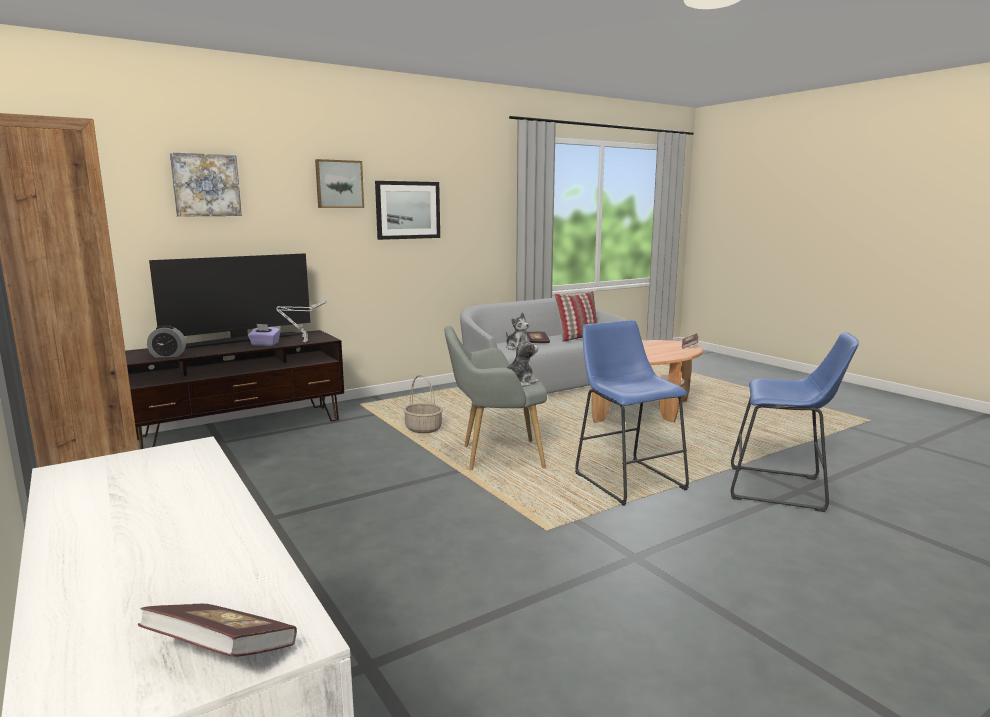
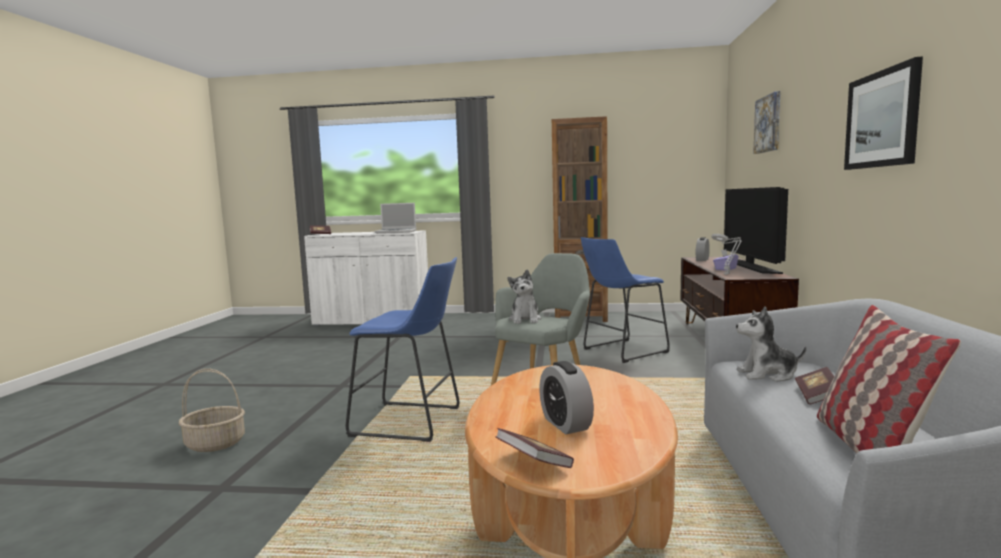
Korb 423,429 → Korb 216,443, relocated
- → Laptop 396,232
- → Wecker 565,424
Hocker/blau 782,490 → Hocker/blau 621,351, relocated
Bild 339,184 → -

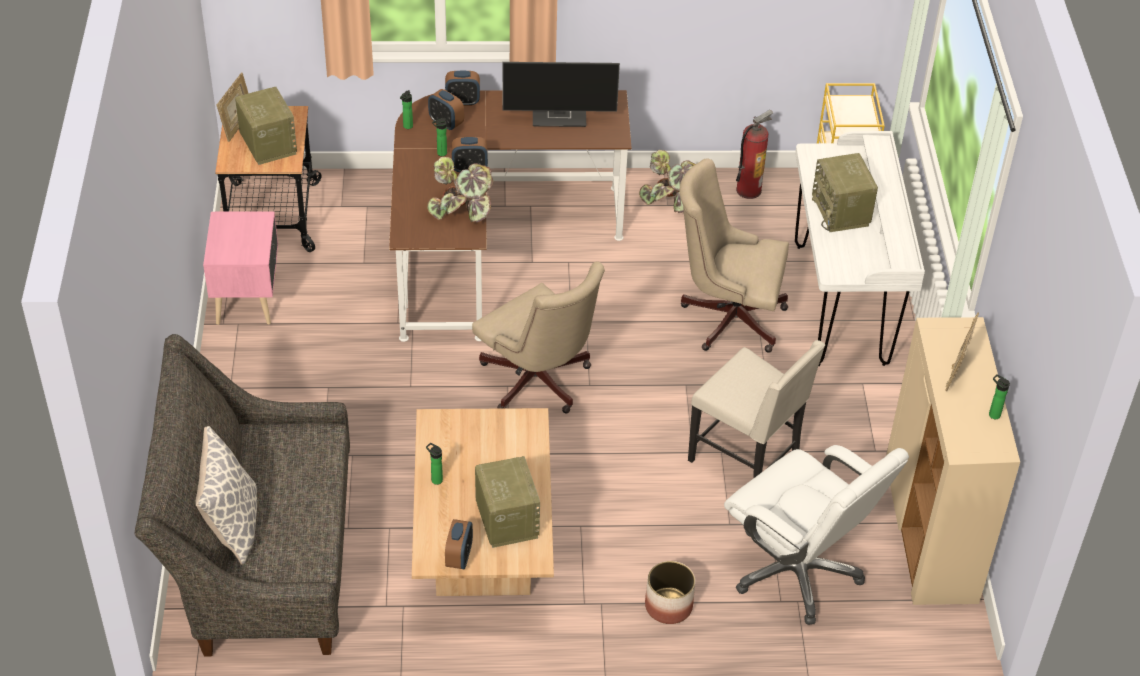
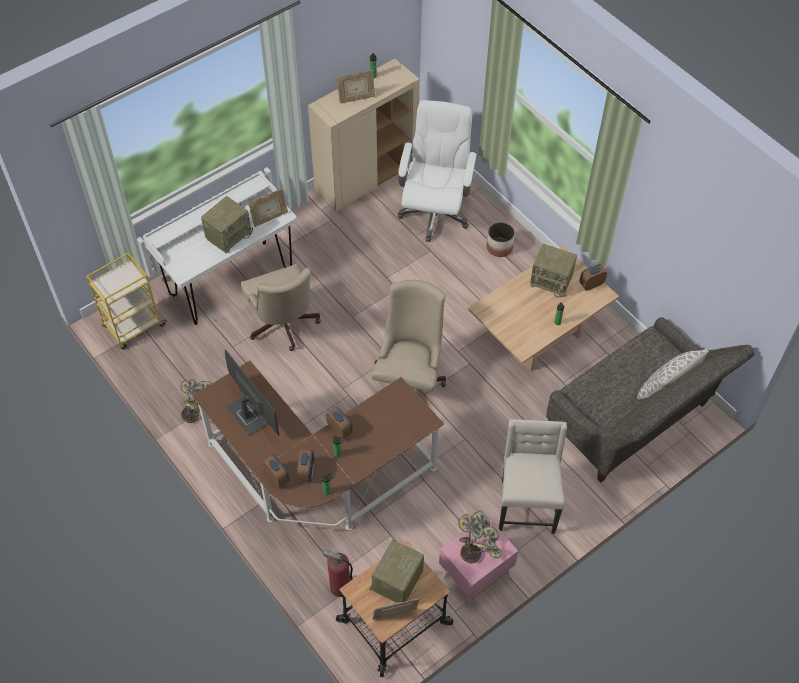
- → Bilderrahmen 269,218
Feuerlöscher 748,190 → Feuerlöscher 340,587, relocated
Topfpflanze 463,210 → Topfpflanze 478,543, relocated
Stuhl/beige 746,459 → Stuhl/beige 526,504, relocated
Radio 506,519 → Radio 552,280, 105 degrees counterclockwise

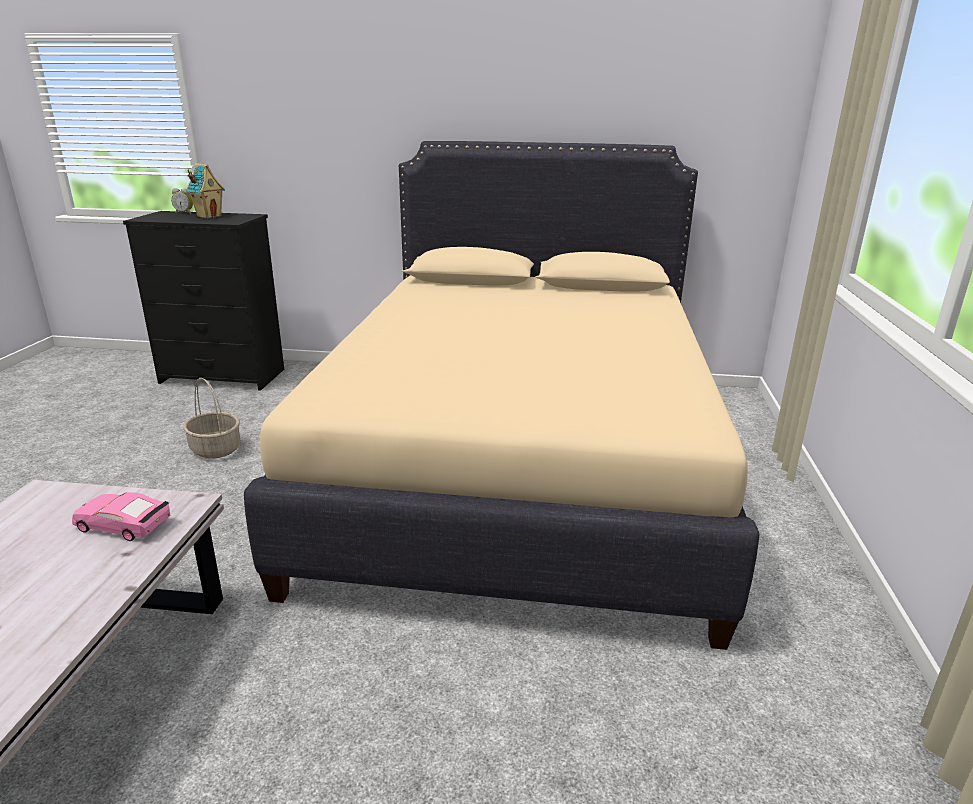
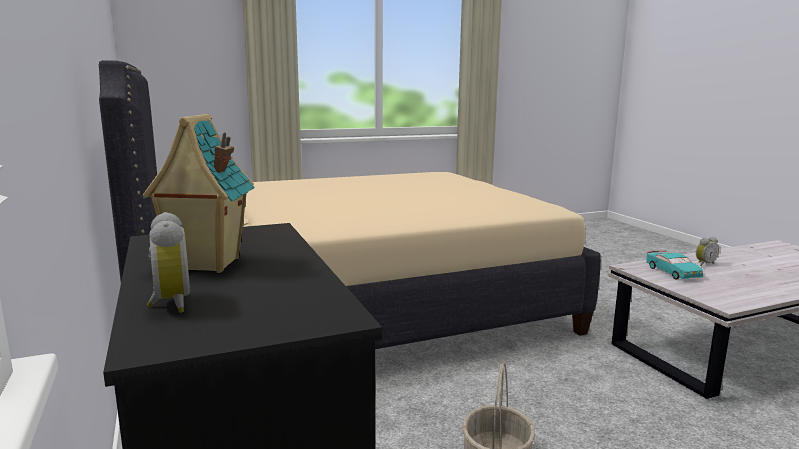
Spielzeugauto/rosa 124,525 → Spielzeugauto/türkis 672,272
- → Wecker 704,264

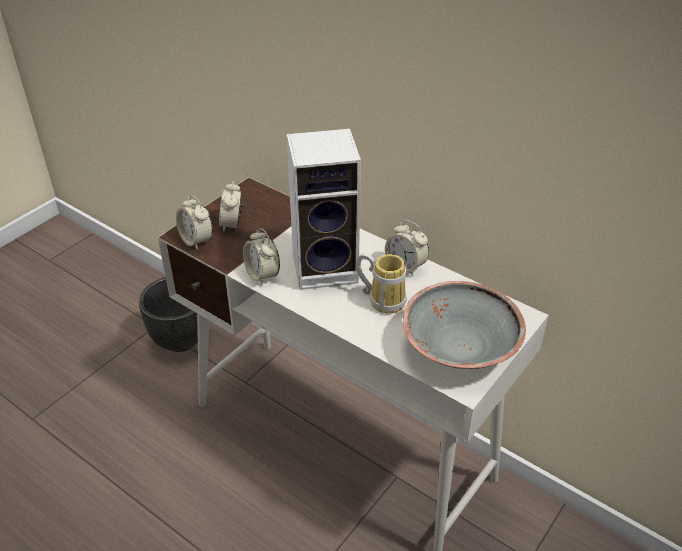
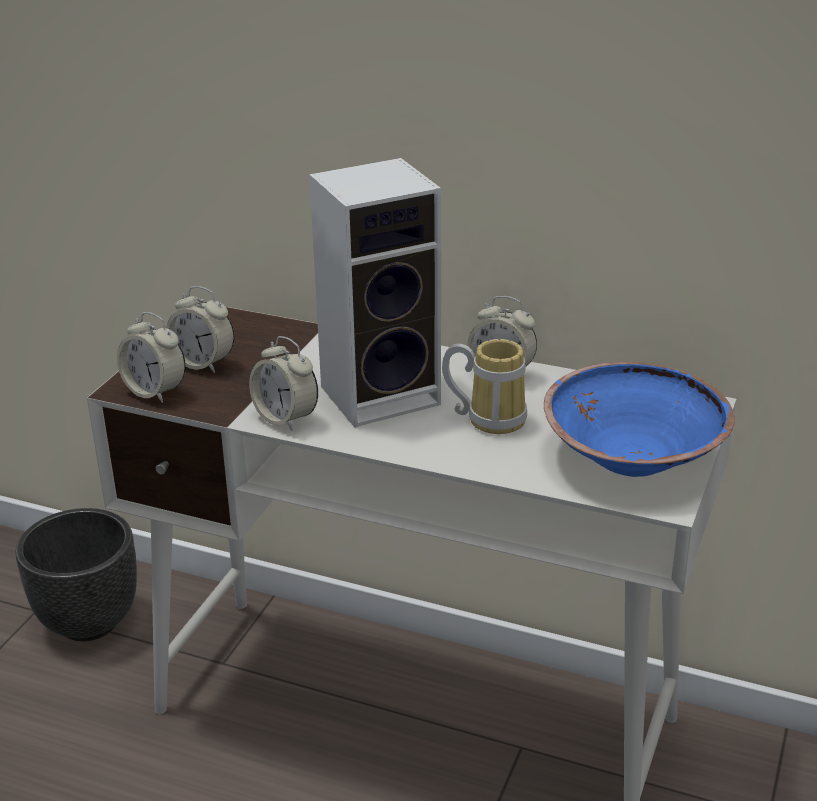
Wecker 232,224 → Wecker 203,363, 45 degrees counterclockwise
Schüssel/grau 460,347 → Schüssel/blau 633,456

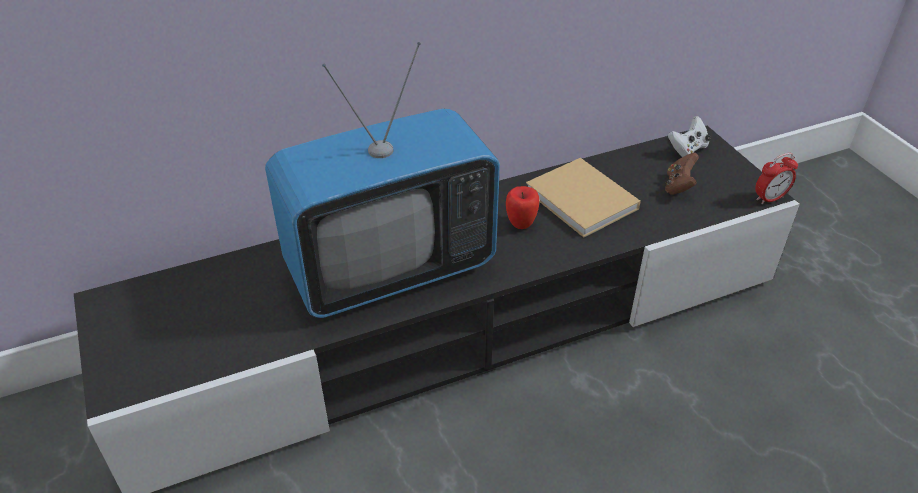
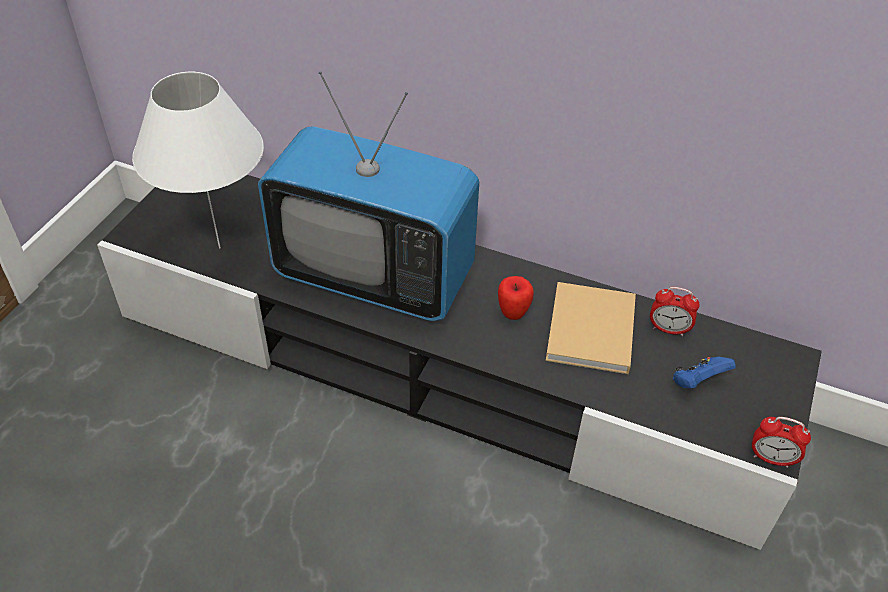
- → Tischlampe/weiß 219,248
- → Wecker 668,329
Gamepad/braun 678,186 → Gamepad/blau 697,382
Gamepad/weiß 687,149 → -

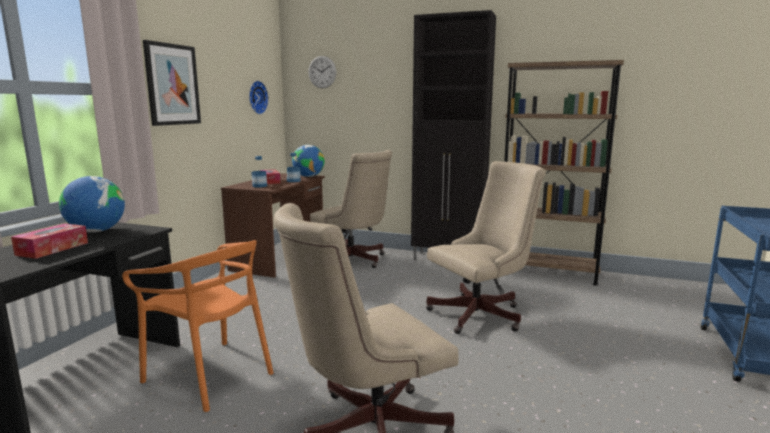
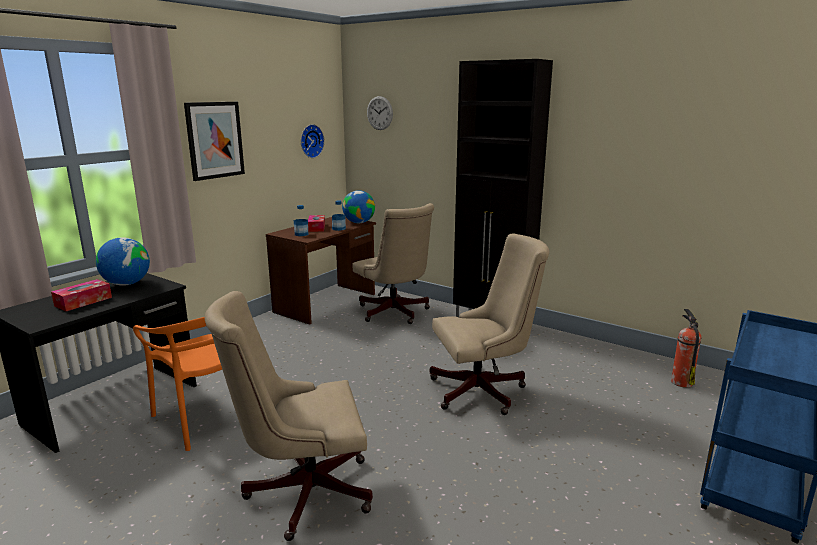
- → Feuerlöscher 681,382
Bücherregal/braun 546,272 → -

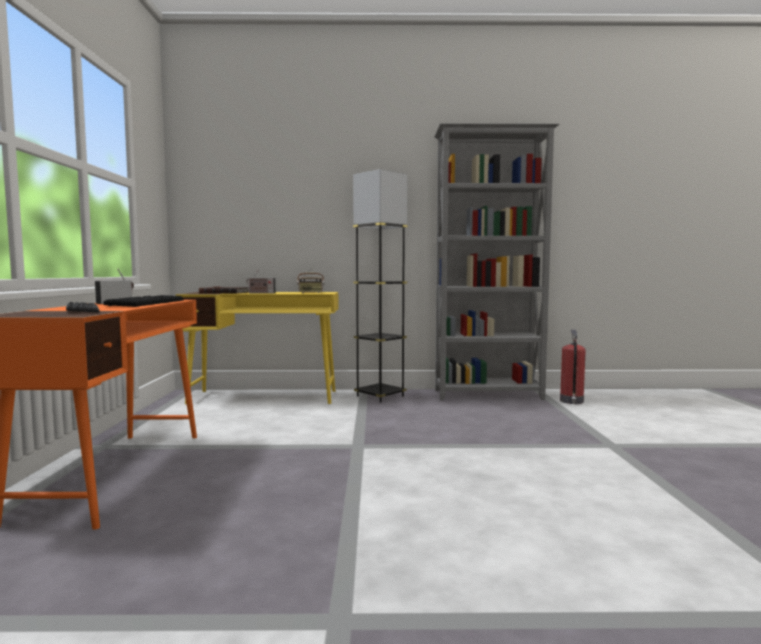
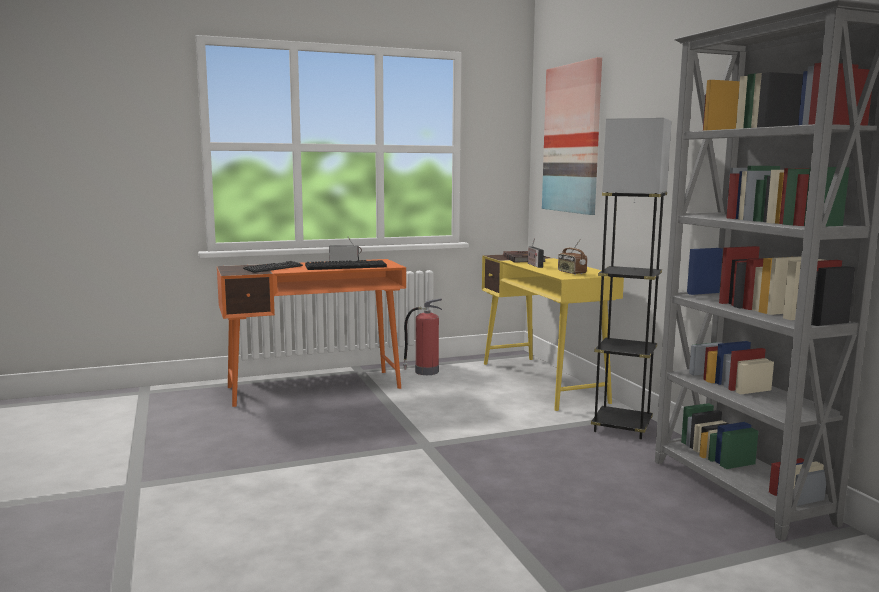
Feuerlöscher 571,401 → Feuerlöscher 425,371, relocated
- → Bild 572,139

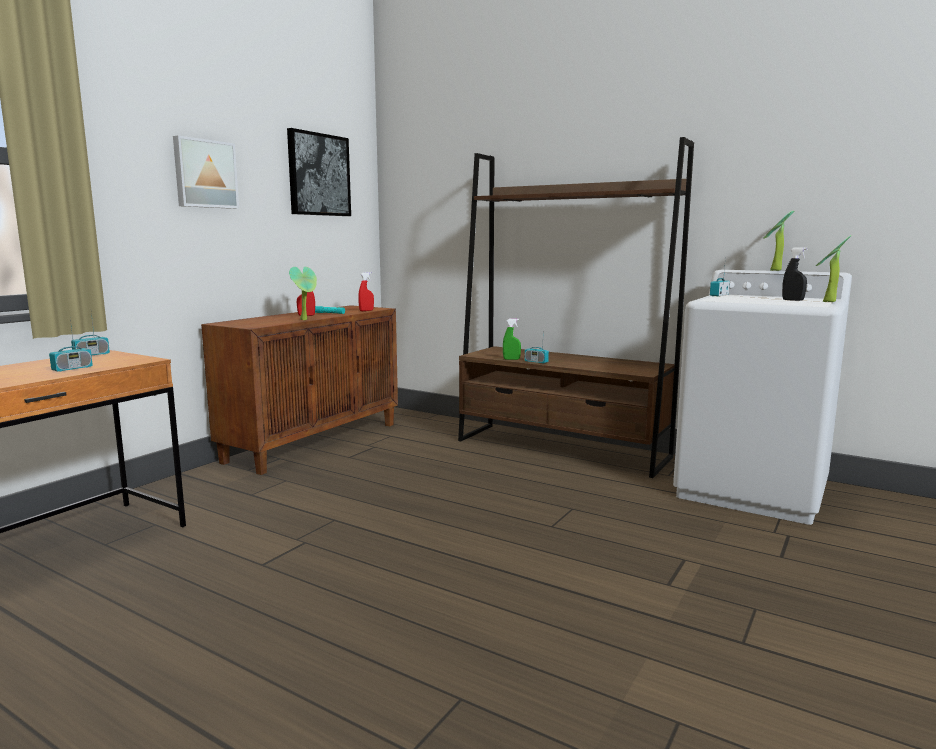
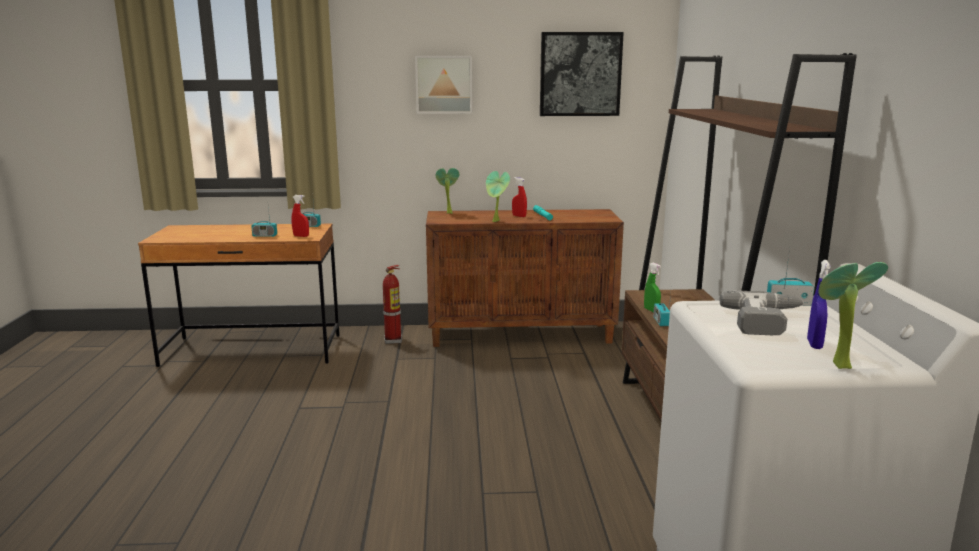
Sprühflasche/rot 366,310 → Sprühflasche/rot 301,236, relocated
- → Feuerlöscher 393,340
Topfpflanze 774,270 → Topfpflanze 448,213, relocated
- → Bohrmaschine 767,321
Sprühflasche/schwarz 793,300 → Sprühflasche/blau 814,344

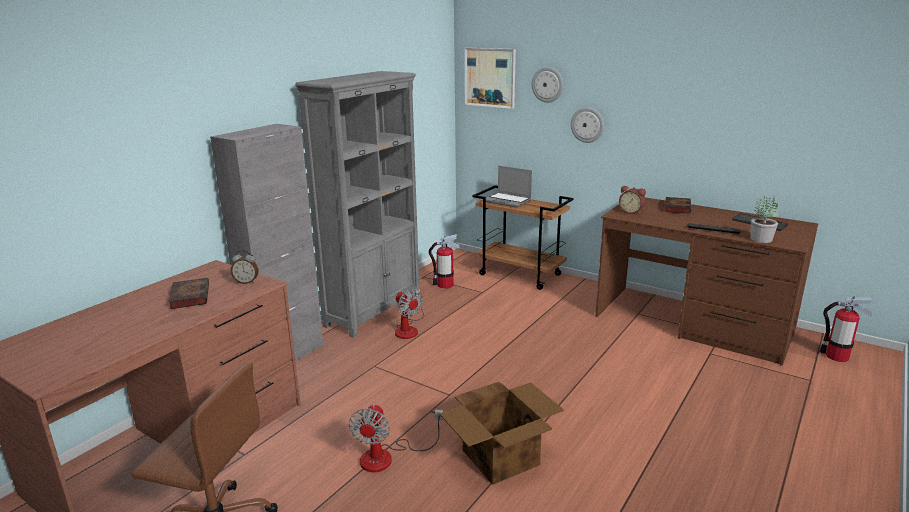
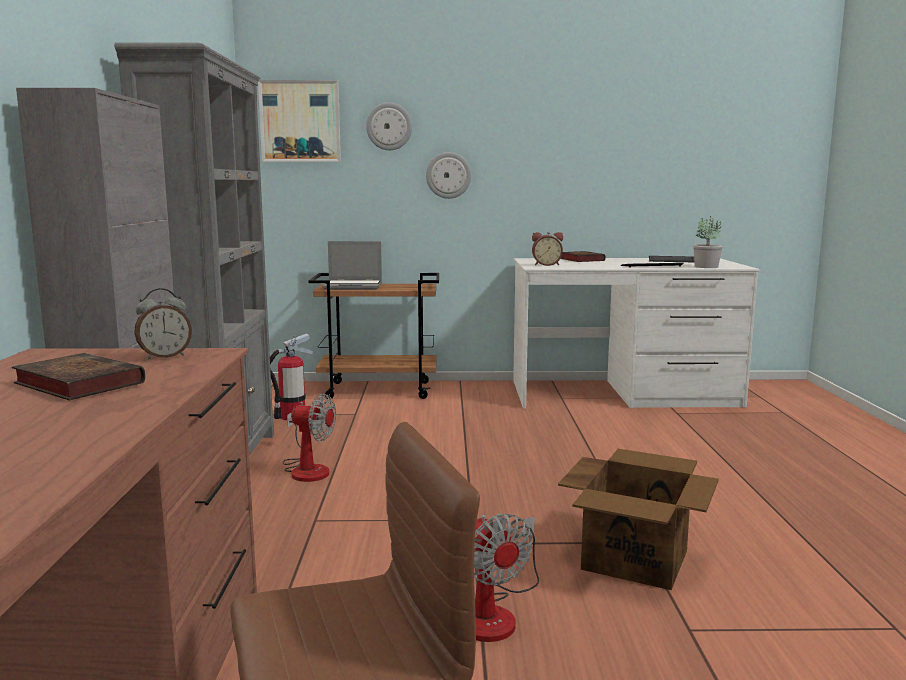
Schreibtisch/braun 693,322 → Schreibtisch/weiß 623,394
Feuerlöscher 836,356 → -

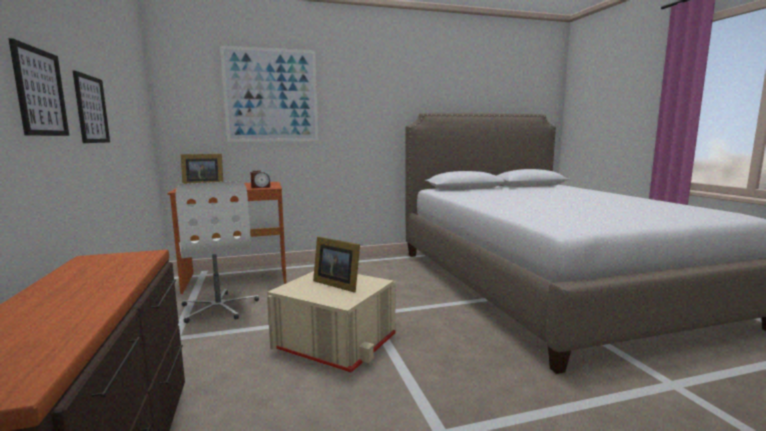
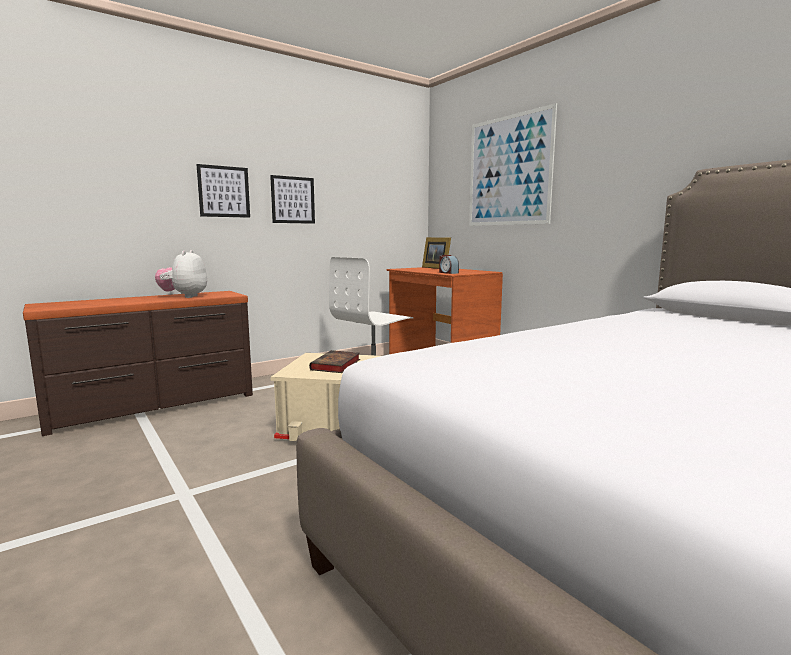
- → Plüschtier 184,296
Bilderrahmen 337,284 → Buch 335,365

